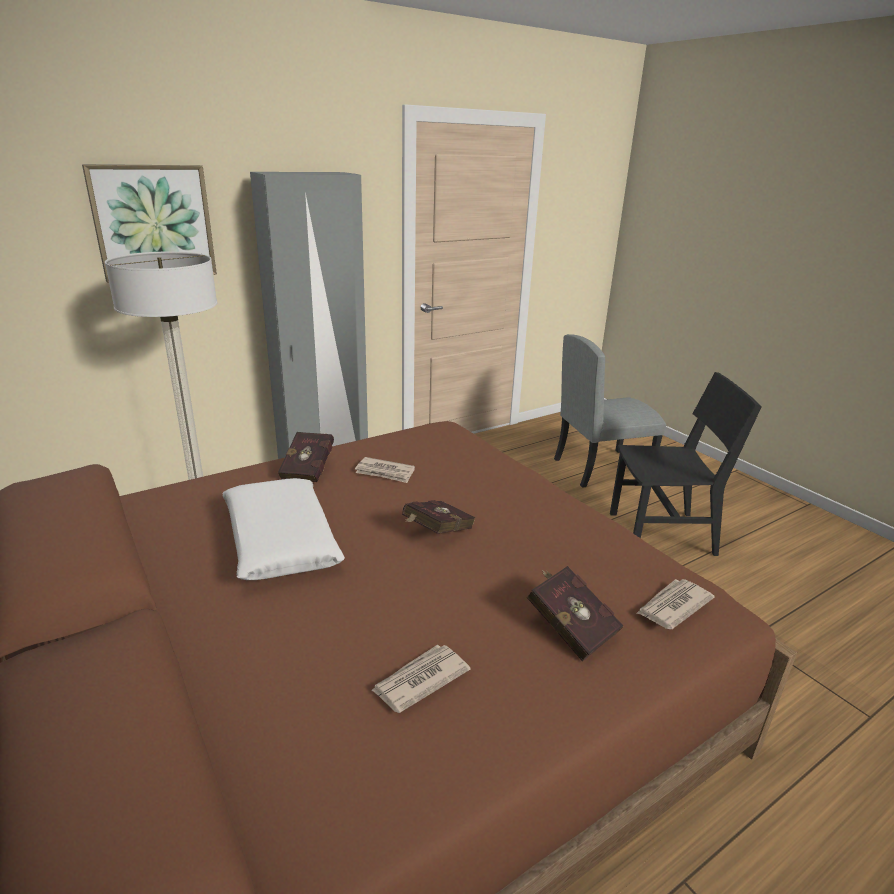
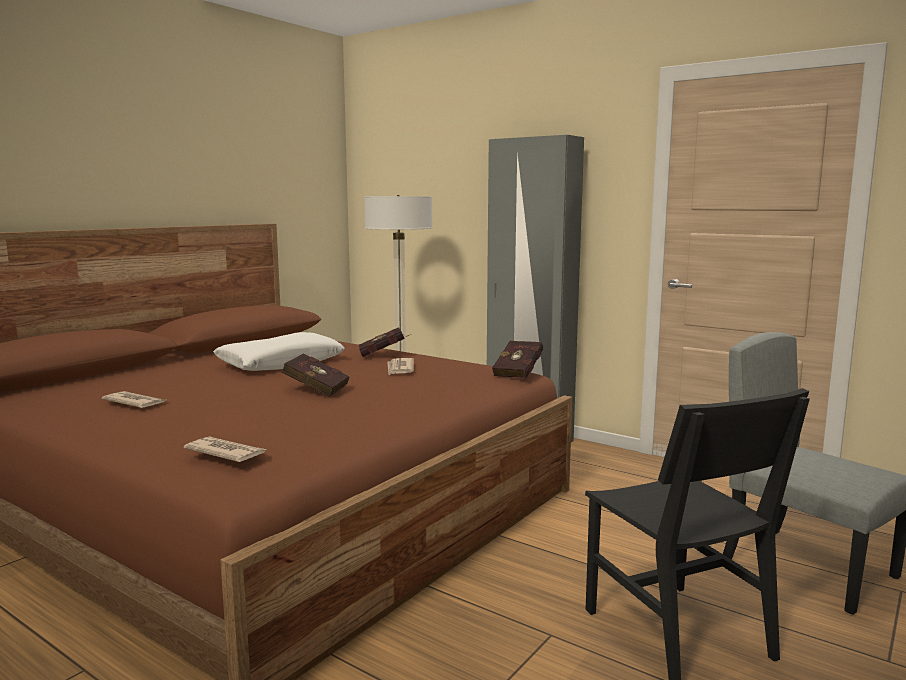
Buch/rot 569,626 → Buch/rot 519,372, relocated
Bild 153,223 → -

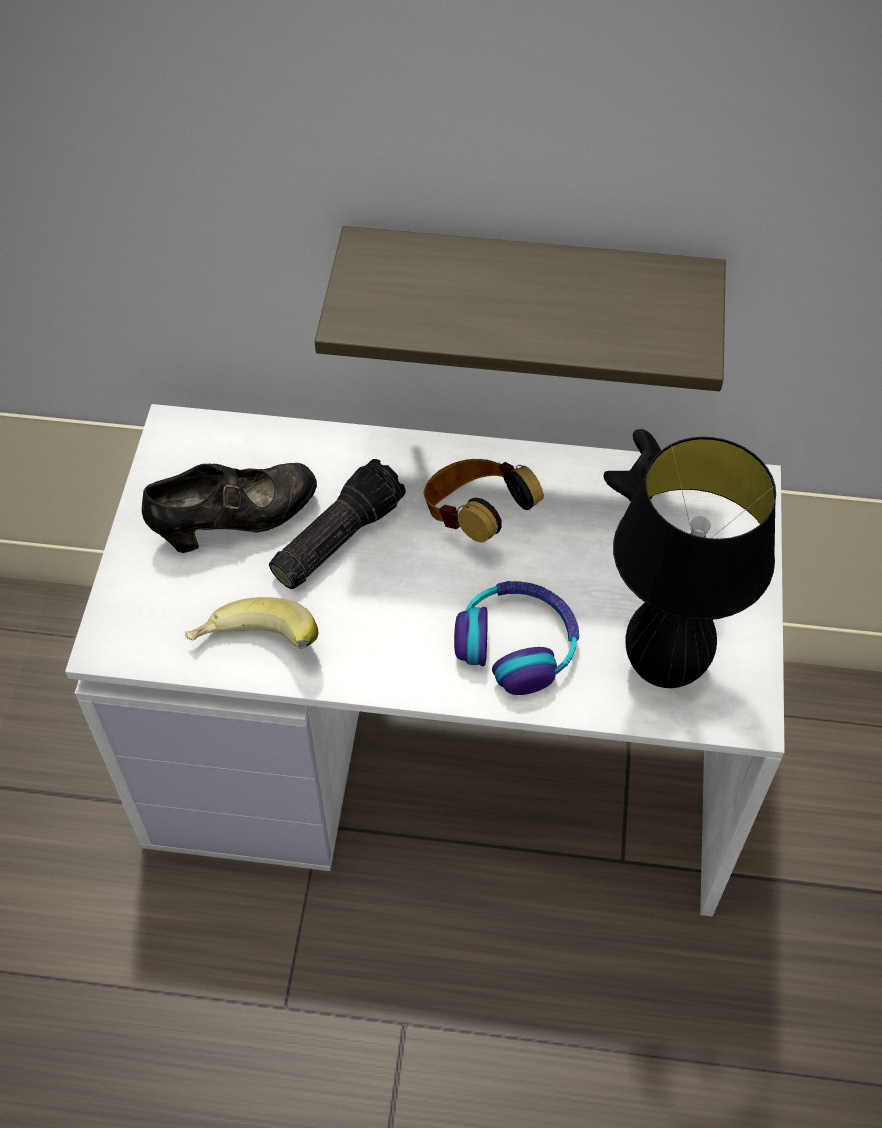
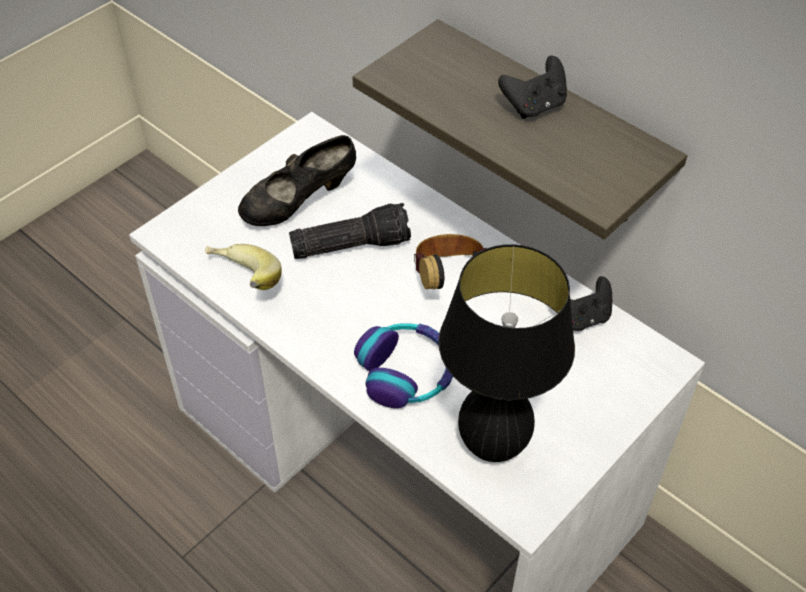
Schuh/schwarz 236,522 → Schuh/schwarz 299,203, 135 degrees clockwise
- → Gamepad/schwarz 534,106

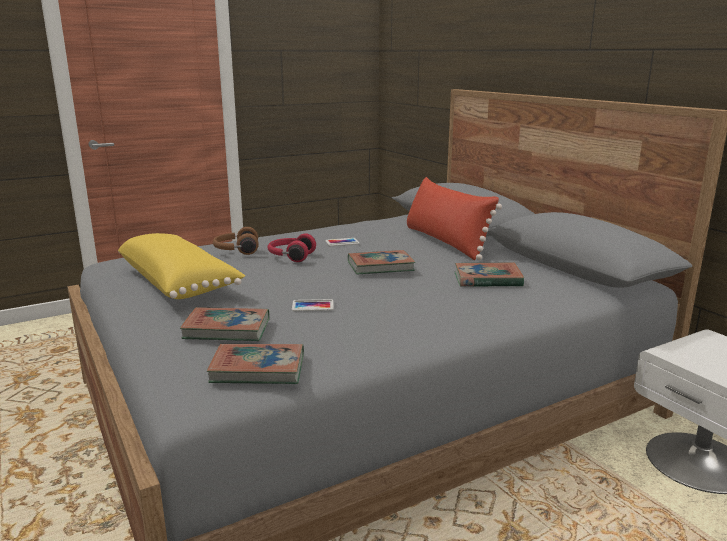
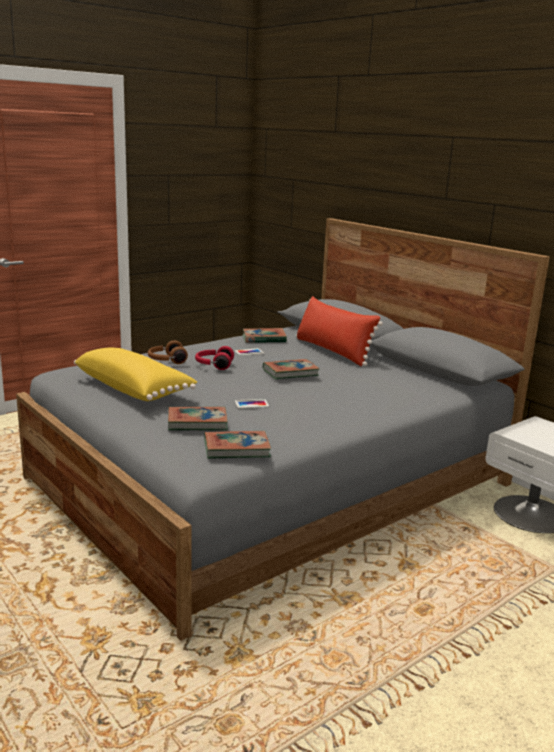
Buch 487,280 → Buch 264,339, relocated

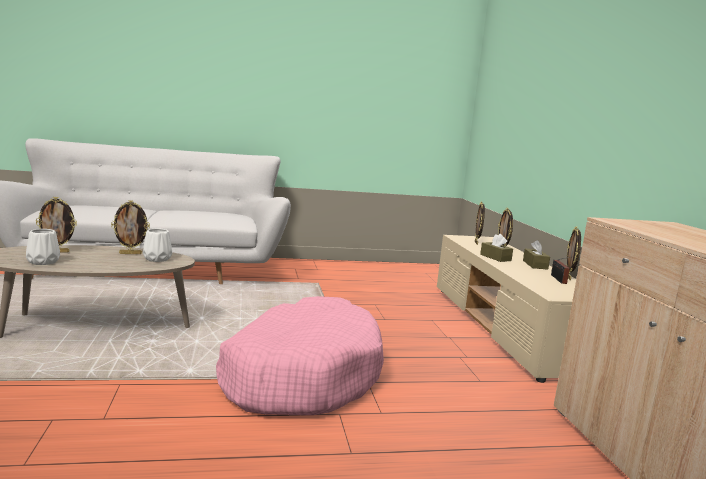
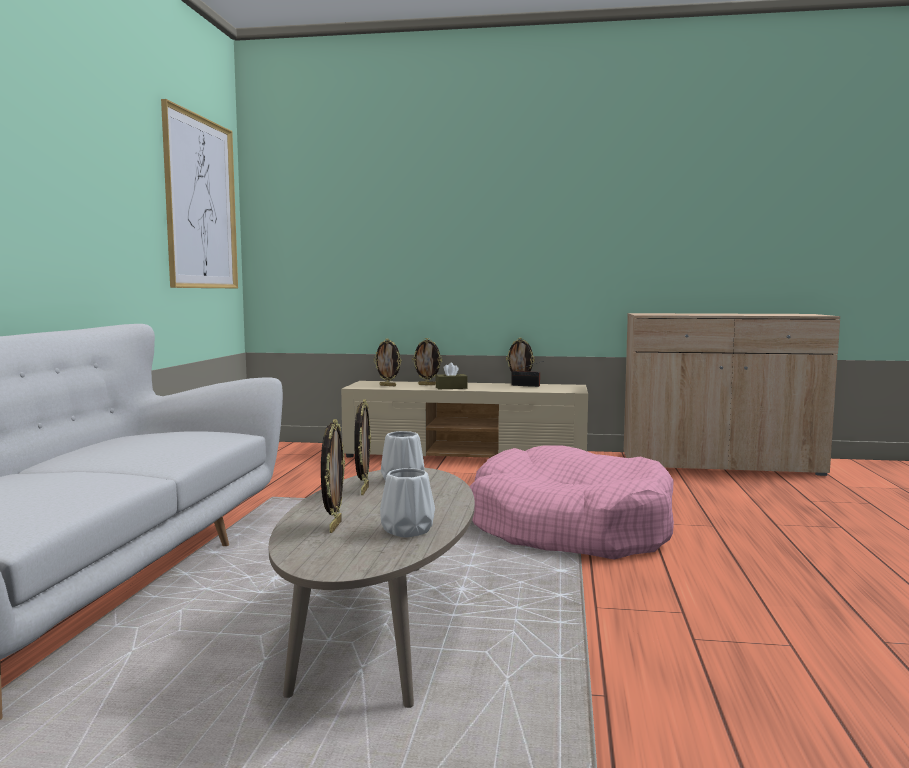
- → Bild 201,203
Taschentuchbox/braun 535,265 → -

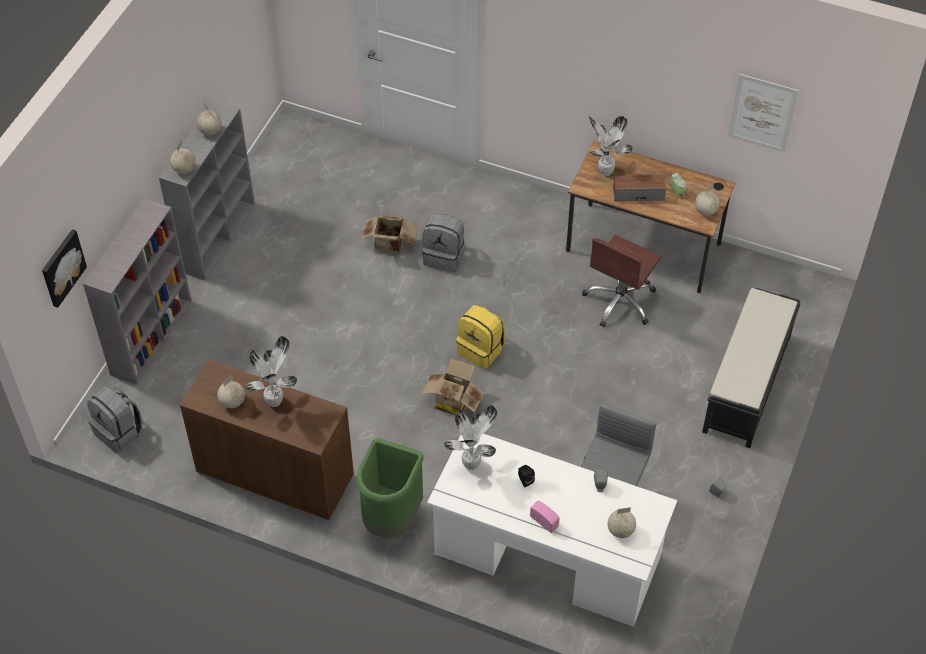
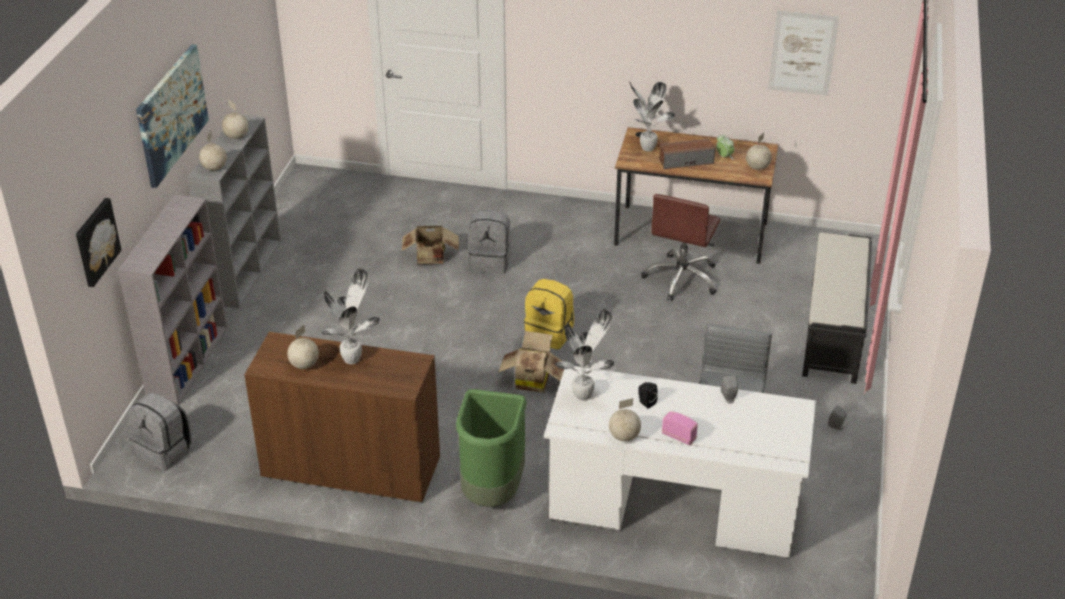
- → Bild 171,114
Globus 621,531 → Globus 624,437, relocated

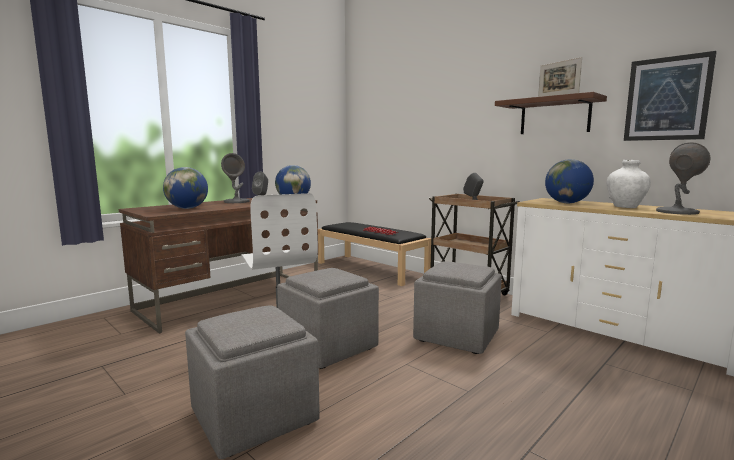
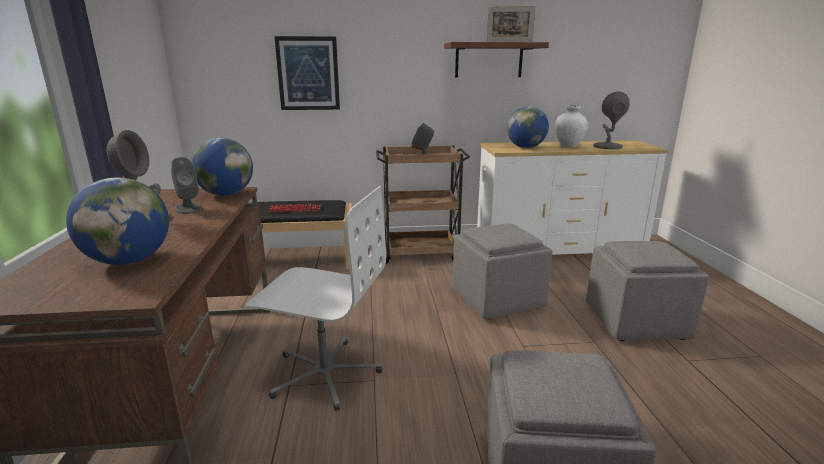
Bild 667,99 → Bild 308,73, relocated
Polsterhocker/grau 327,347 → Polsterhocker/grau 635,322, relocated

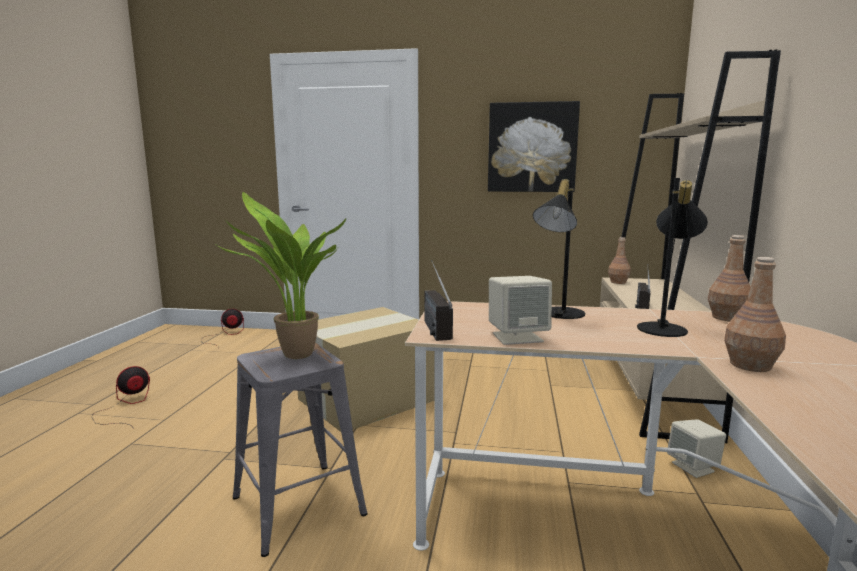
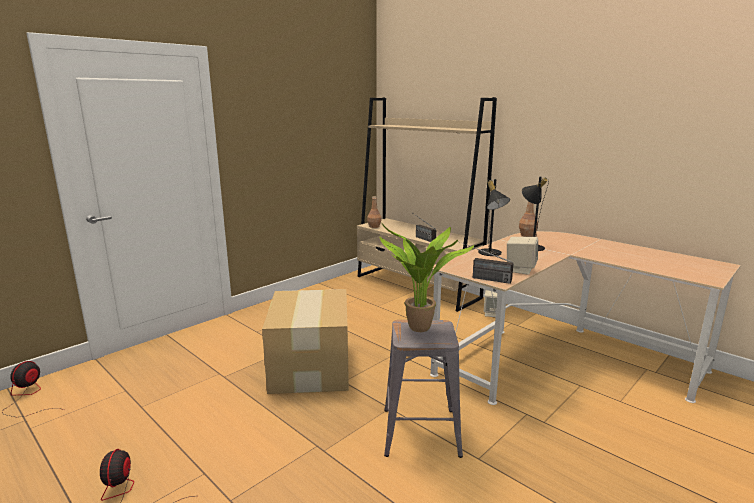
Bild 532,147 → -
Flasche/braun 751,365 → -

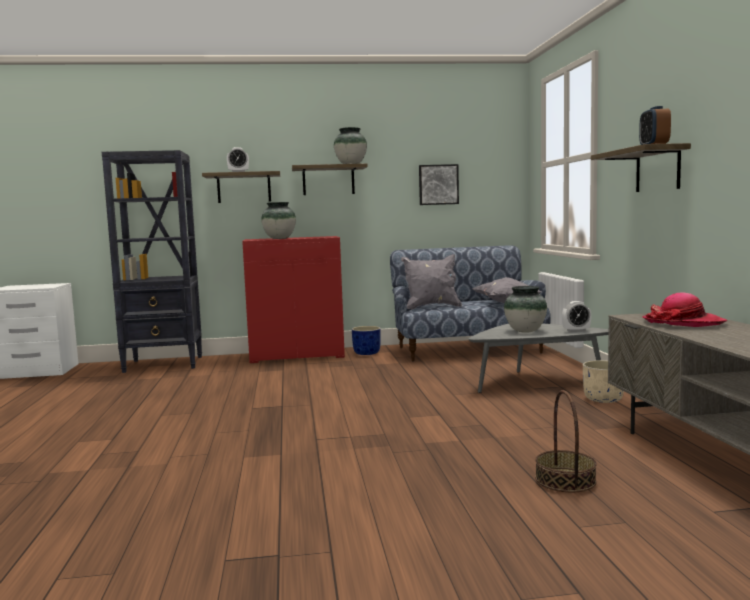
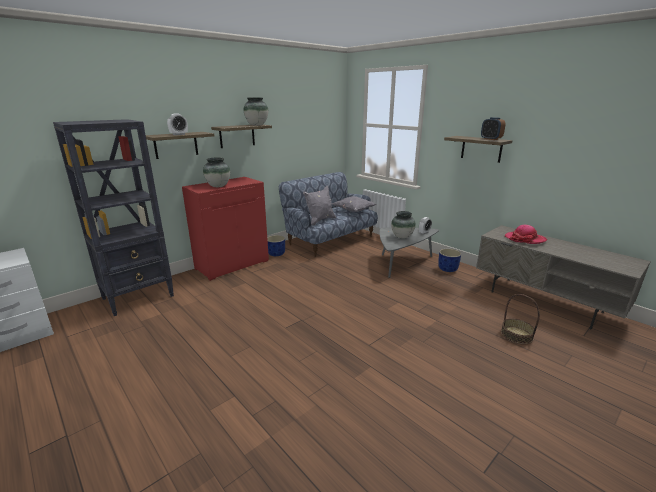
Pflanzkübel/beige 604,399 → Pflanzkübel/blau 448,269
Bild 438,184 → -

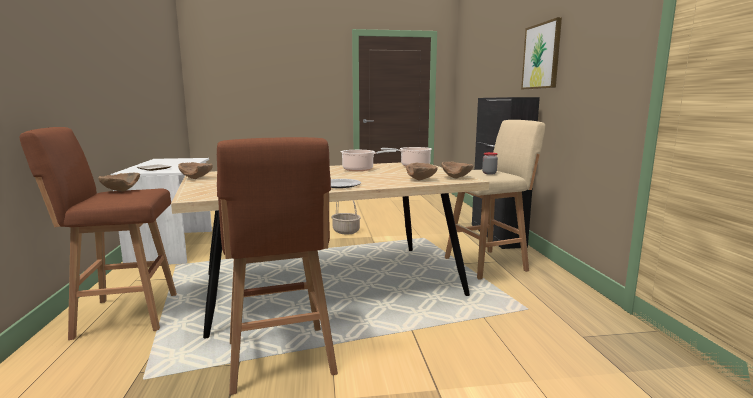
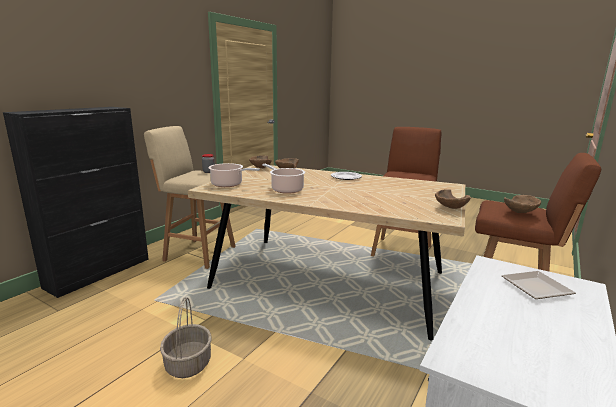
Bild 541,56 → -

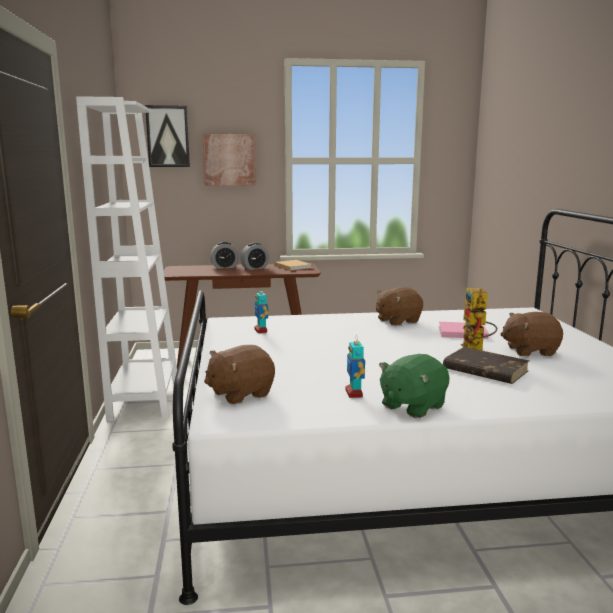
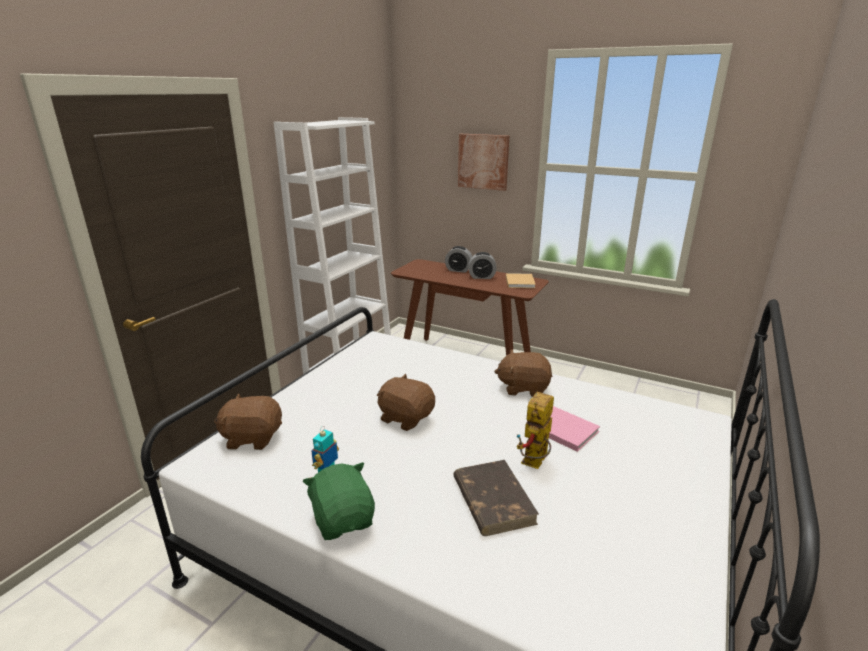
Plüschtier/grün 412,406 → Plüschtier/grün 343,519, 75 degrees clockwise
Plüschtier/braun 530,351 → Plüschtier/braun 406,418, relocated
Bild 168,136 → -
Spielzeugroboter 261,330 → -

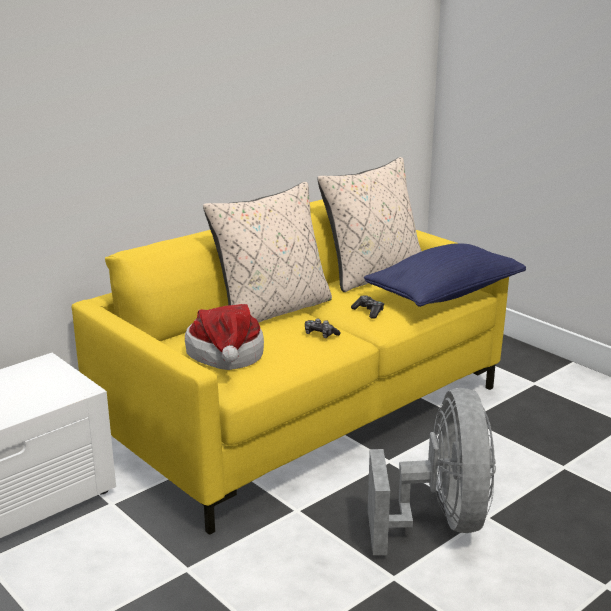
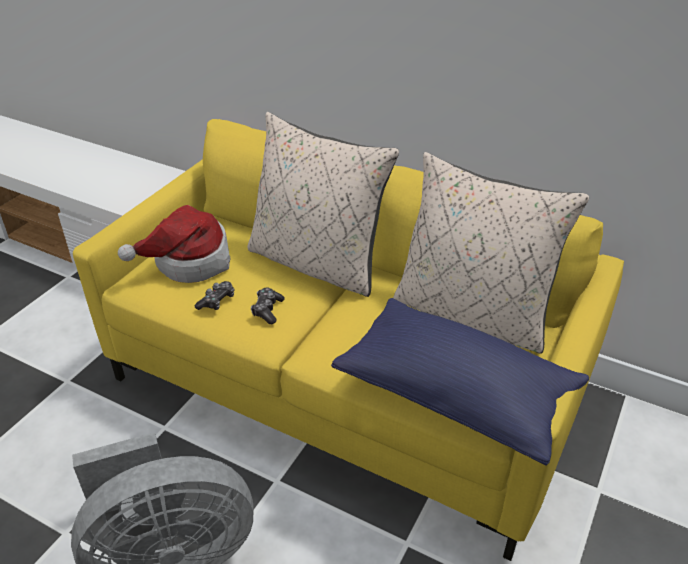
Gamepad 368,311 → Gamepad 217,301, relocated

